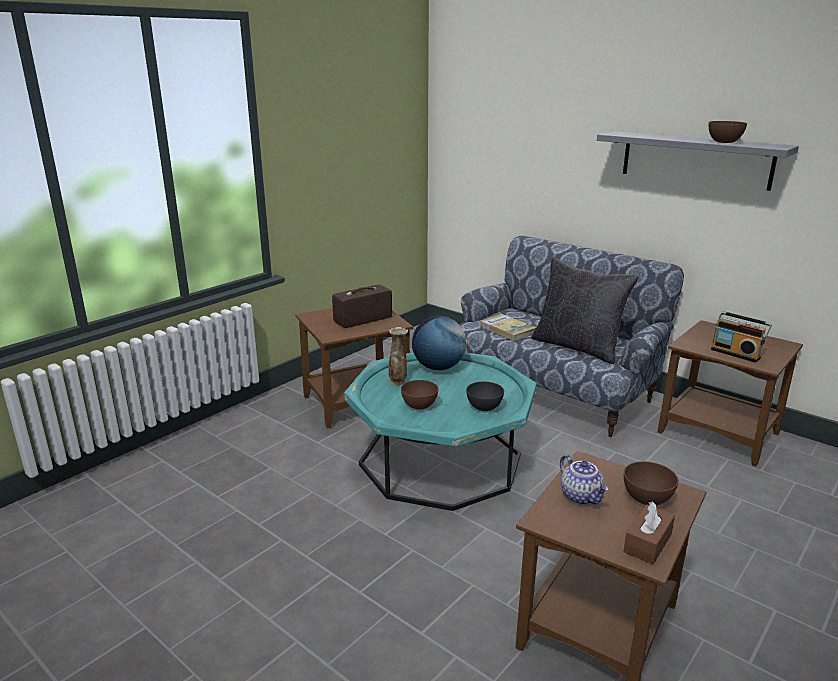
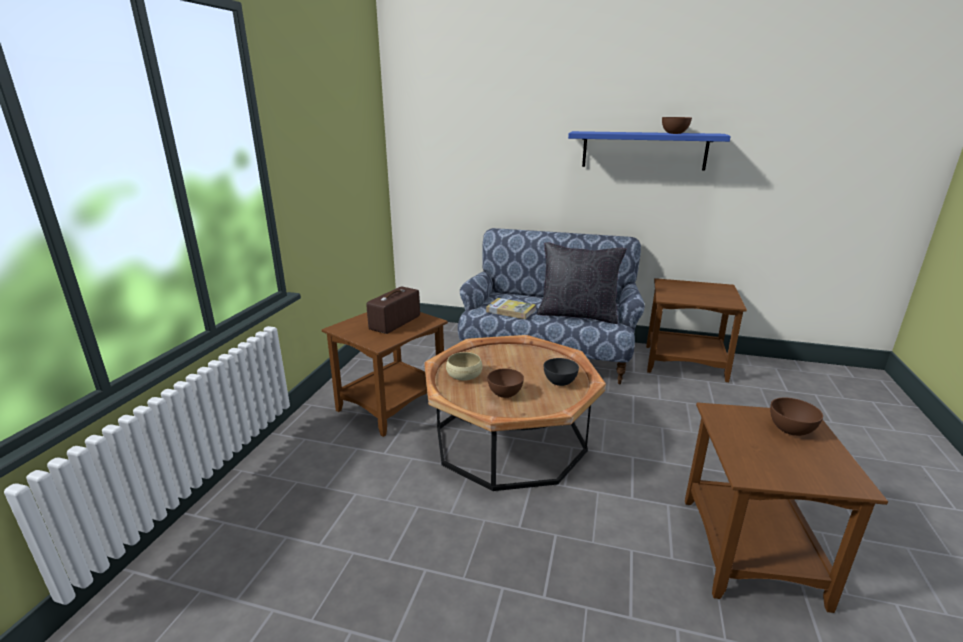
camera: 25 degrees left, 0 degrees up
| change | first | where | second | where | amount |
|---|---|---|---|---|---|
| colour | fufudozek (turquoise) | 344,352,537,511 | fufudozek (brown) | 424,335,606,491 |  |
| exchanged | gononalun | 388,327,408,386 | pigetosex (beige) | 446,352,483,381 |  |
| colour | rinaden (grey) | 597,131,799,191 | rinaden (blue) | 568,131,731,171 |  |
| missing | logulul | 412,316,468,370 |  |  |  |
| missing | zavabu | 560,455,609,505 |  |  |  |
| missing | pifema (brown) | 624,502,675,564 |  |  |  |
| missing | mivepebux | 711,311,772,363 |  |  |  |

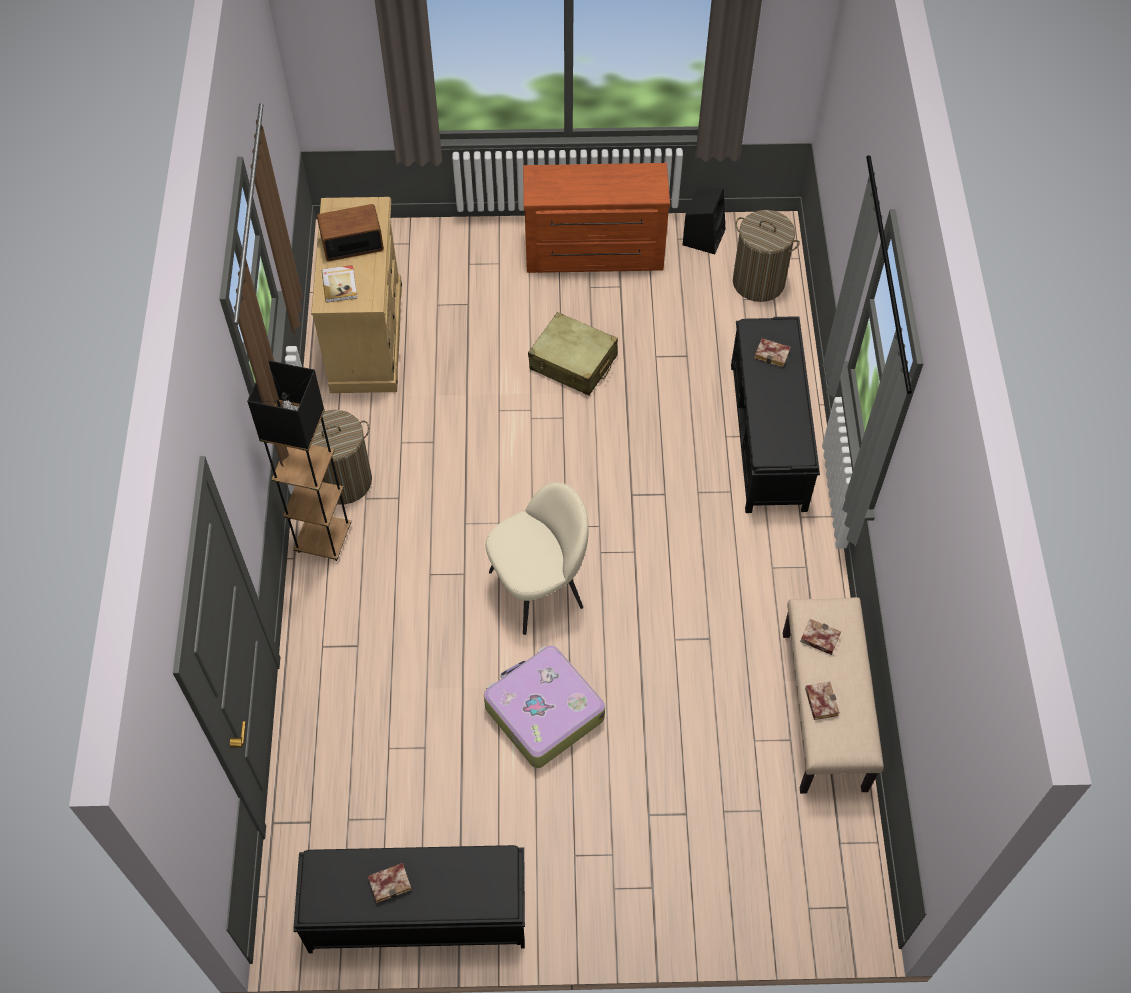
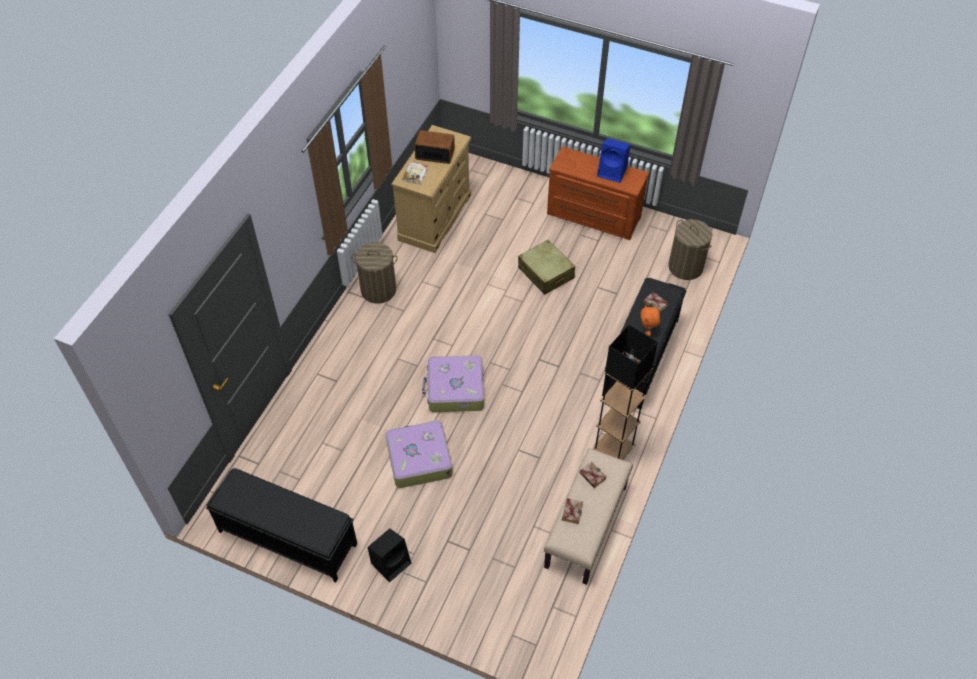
camera: 25 degrees right, 5 degrees down
| change | first | where | second | where | amount |
|---|---|---|---|---|---|
| relocated | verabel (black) | 682,188,725,254 |  | 368,529,411,582 |  |
| exchanged | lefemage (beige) | 486,482,588,635 | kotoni | 422,355,484,412 |  |
| relocated | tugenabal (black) | 247,360,351,561 |  | 593,325,658,460 |  |
| appeared |  |  | verabel (blue) | 597,138,631,183 |  |
| appeared |  |  | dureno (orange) | 641,305,660,336 |  |
| missing | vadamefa | 368,863,412,903 |  |  |  |

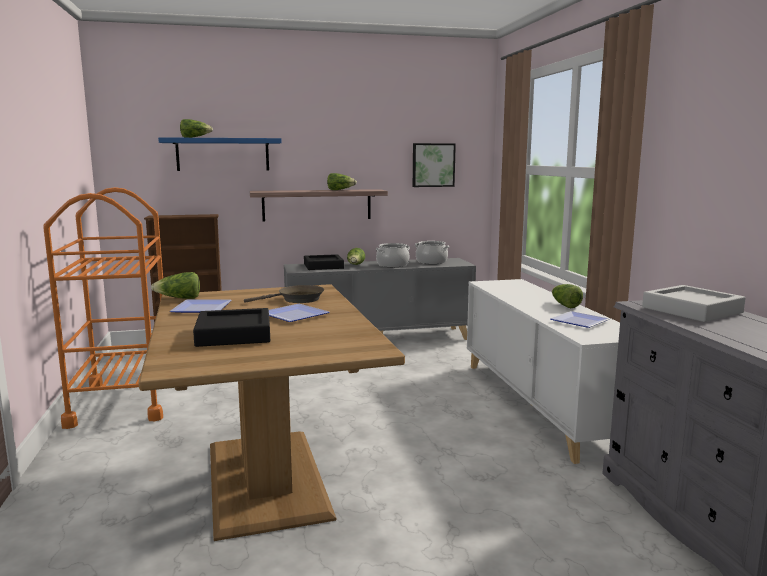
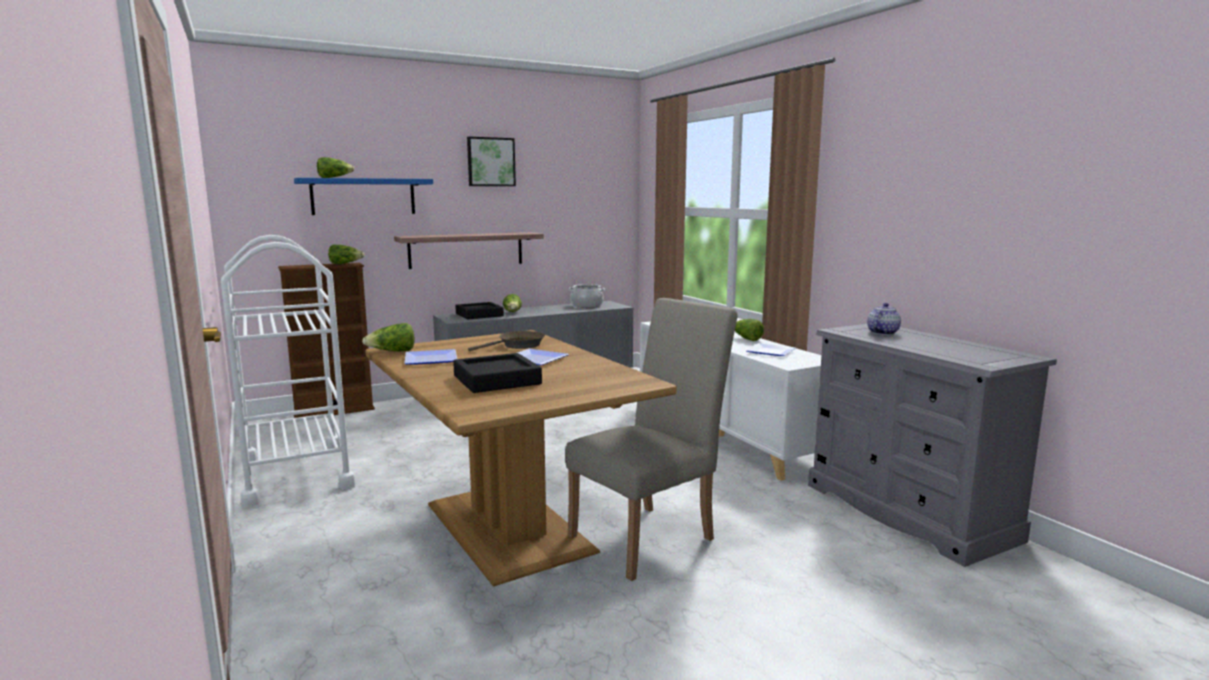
camera: 15 degrees left, 0 degrees up
| change | first | where | second | where | amount |
|---|---|---|---|---|---|
| colour | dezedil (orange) | 43,187,163,429 | dezedil (white) | 221,235,356,508 |  |
| relocated | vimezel | 327,173,357,190 |  | 328,245,365,264 |  |
| relocated | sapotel | 413,143,456,187 |  | 467,137,516,186 |  |
| appeared |  |  | lefemage (beige) | 565,298,738,581 |  |
| exchanged | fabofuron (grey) | 642,285,746,322 | zavabu | 867,303,901,335 |  |
| missing | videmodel | 375,243,410,267 |  |  |  |

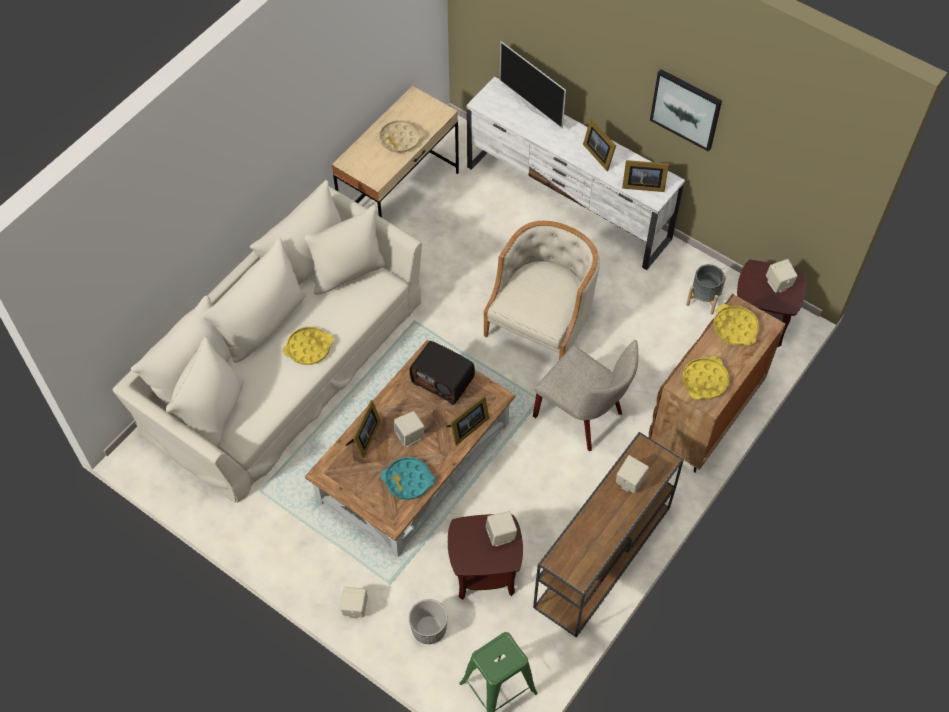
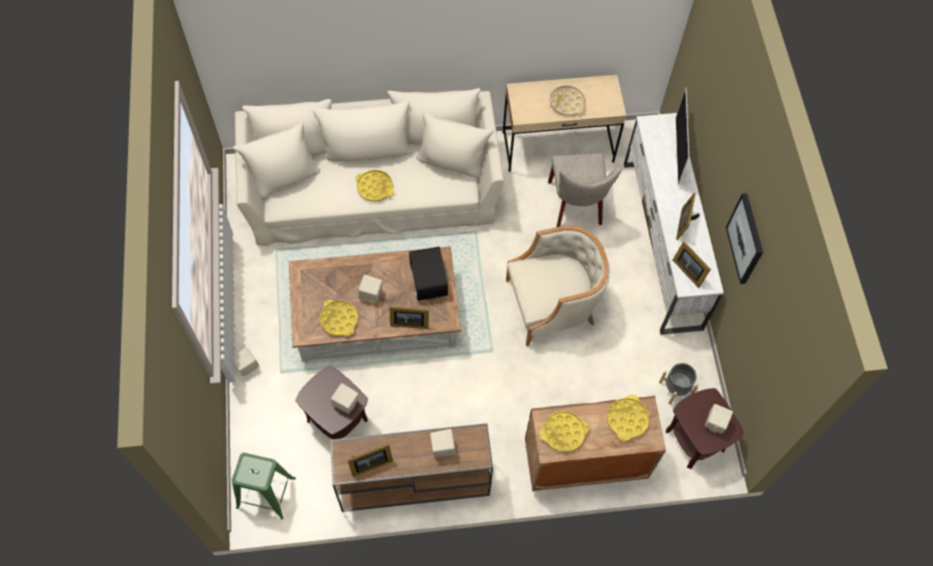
camera: 45 degrees right, 5 degrees up
| change | first | where | second | where | amount |
|---|---|---|---|---|---|
| colour | fabofuron (turquoise) | 381,457,435,500 | fabofuron (yellow) | 320,299,358,336 |  |
| relocated | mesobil | 346,400,381,458 |  | 347,443,393,477 |  |
| relocated | lefemage (beige) | 533,340,638,451 |  | 548,153,622,227 |  |
| missing | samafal | 409,599,448,644 |  |  |  |

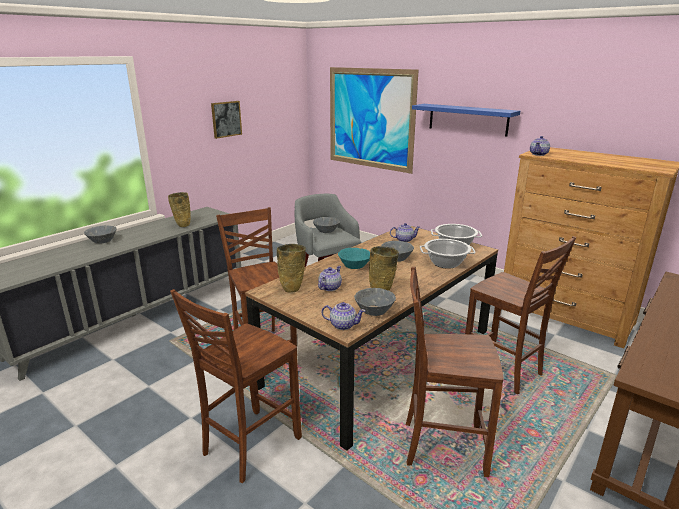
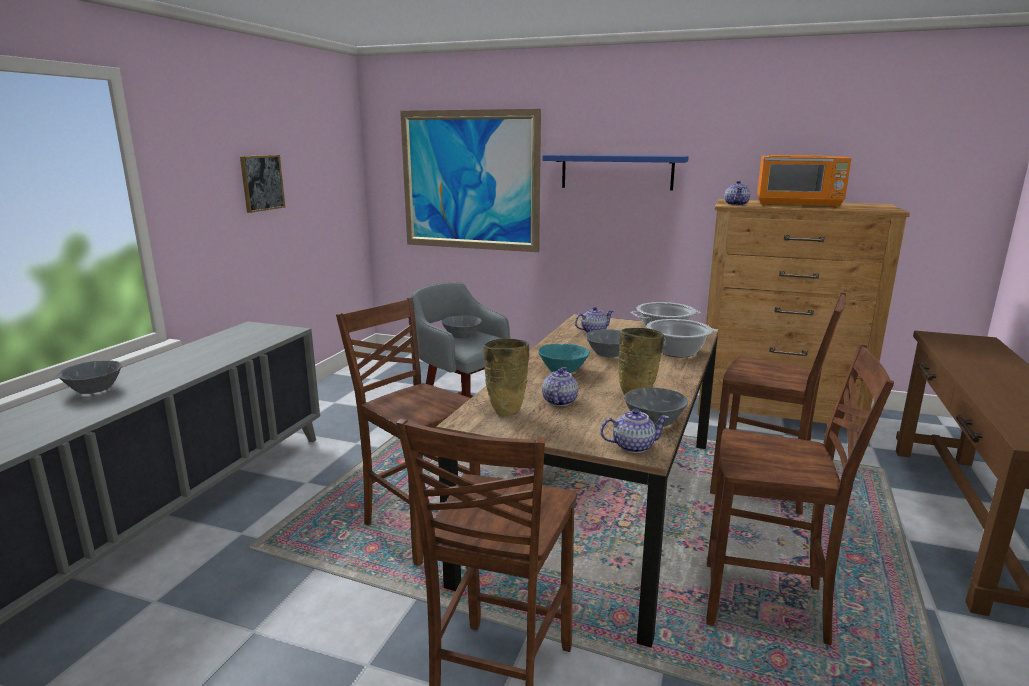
camera: 20 degrees left, 5 degrees down
| change | first | where | second | where | amount |
|---|---|---|---|---|---|
| spun | lefemage (brown) | 406,267,504,477 |  | 706,343,894,645 | 150 degrees counterclockwise |
| appeared |  |  | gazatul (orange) | 757,155,851,208 |  |
| missing | gononalun (beige) | 168,192,191,227 |  |  |  |

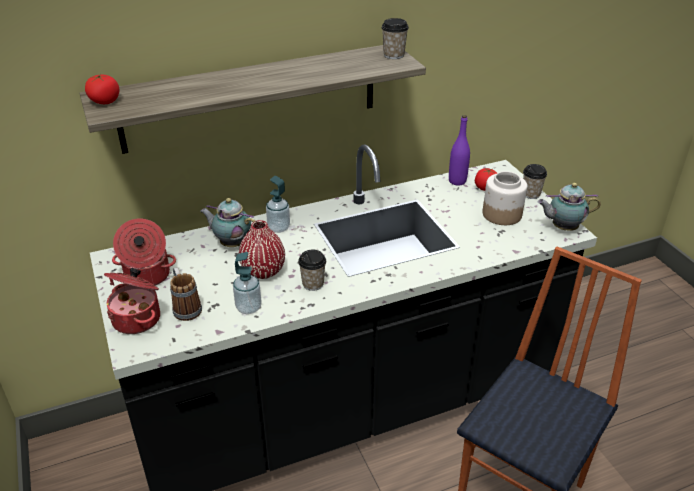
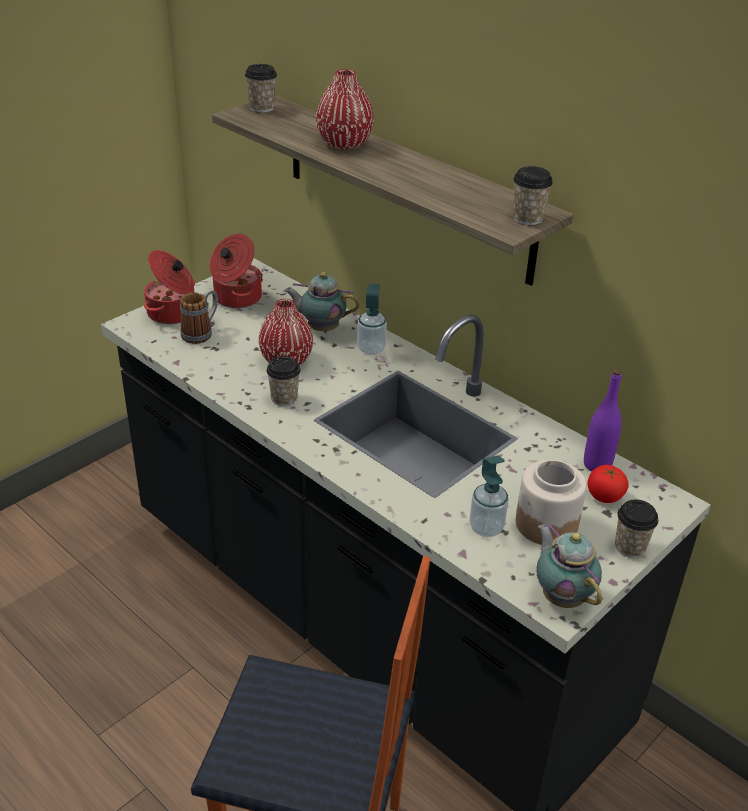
camera: 65 degrees right, 0 degrees up
| change | first | where | second | where | amount |
|---|---|---|---|---|---|
| exchanged | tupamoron | 85,74,119,104 | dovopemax | 245,64,277,113 |  |
| spun | zavabu | 200,198,255,247 |  | 285,272,360,331 | 75 degrees counterclockwise |
| appeared |  |  | gononalun (red) | 316,69,374,150 |  |
| relocated | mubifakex | 233,252,262,314 |  | 469,455,509,537 |  |

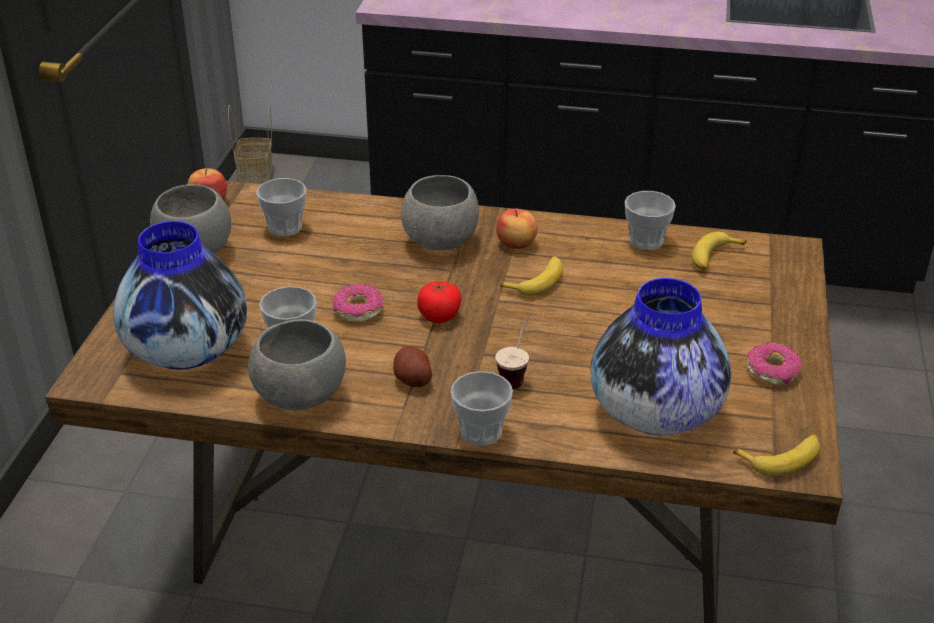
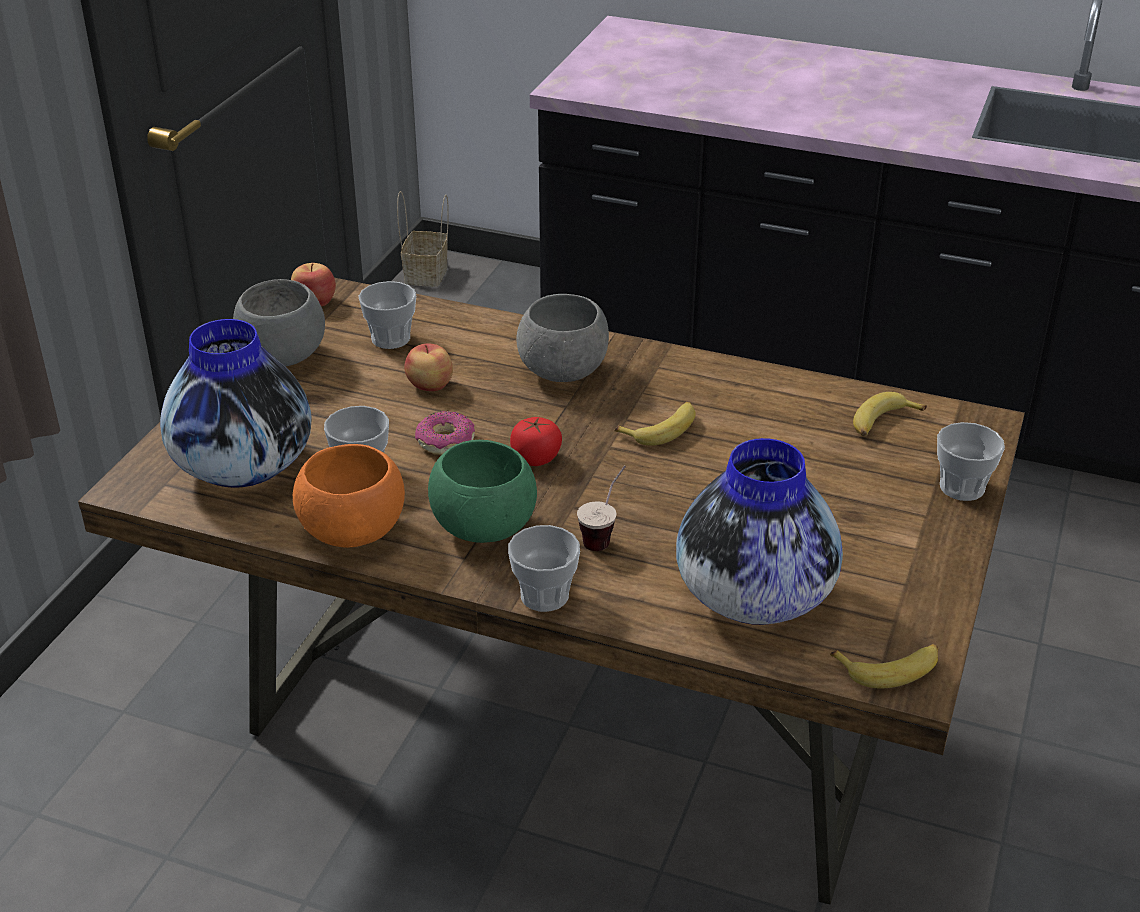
camera: 10 degrees right, 0 degrees up
| change | first | where | second | where | amount |
|---|---|---|---|---|---|
| colour | pigetosex (grey) | 248,319,346,410 | pigetosex (orange) | 293,444,405,548 |  |
| relocated | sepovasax | 496,209,538,249 |  | 404,343,453,391 |  |
| exchanged | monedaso | 393,346,432,387 | pigetosex (green) | 428,440,537,543 |  |
| relocated | dovopemax | 625,191,676,250 |  | 937,422,1005,501 |  |
| missing | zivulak | 747,342,802,386 |  |  |  |

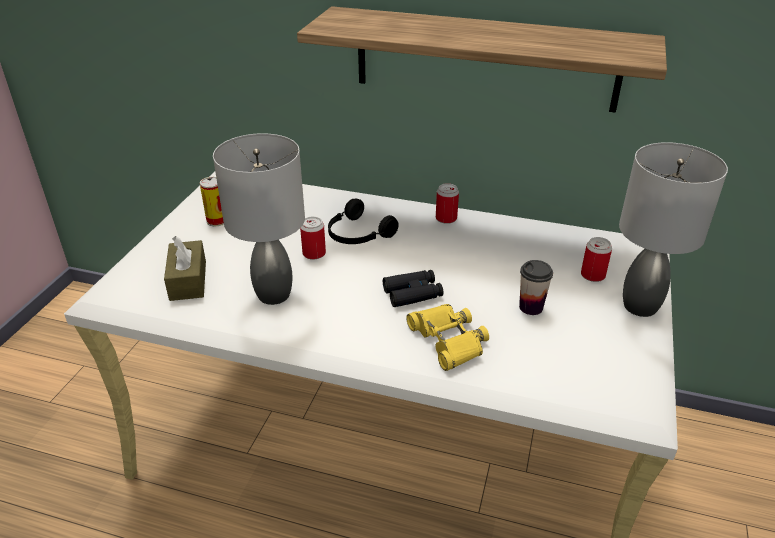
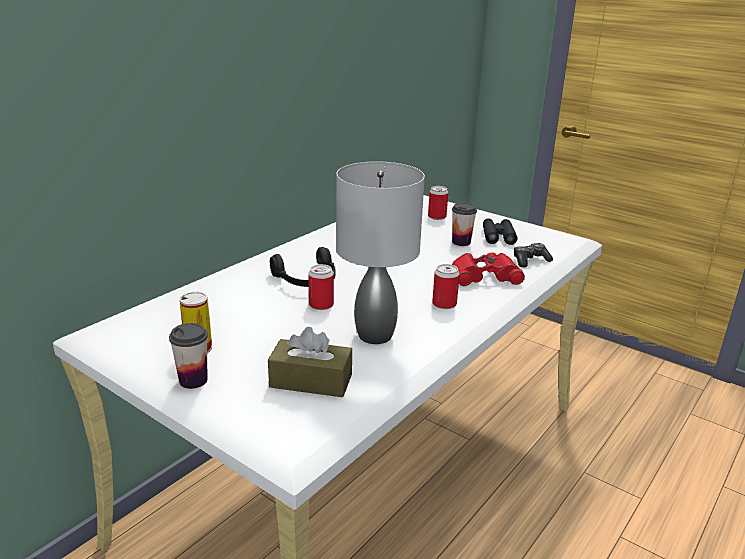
camera: 70 degrees left, 10 degrees down
| change | first | where | second | where | amount |
|---|---|---|---|---|---|
| appeared |  |  | dovopemax | 169,323,208,389 |  |
| relocated | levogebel | 436,183,459,224 |  | 432,264,460,309 |  |
| colour | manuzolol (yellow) | 406,304,489,371 | manuzolol (red) | 452,252,525,286 |  |
| relocated | manuzolol (black) | 383,270,443,307 |  | 483,218,517,245 |  |
| appeared |  |  | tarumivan | 514,243,553,268 |  |
| missing | rinaden | 297,6,667,113 |  |  |  |
| missing | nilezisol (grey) | 619,142,728,317 |  |  |  |

